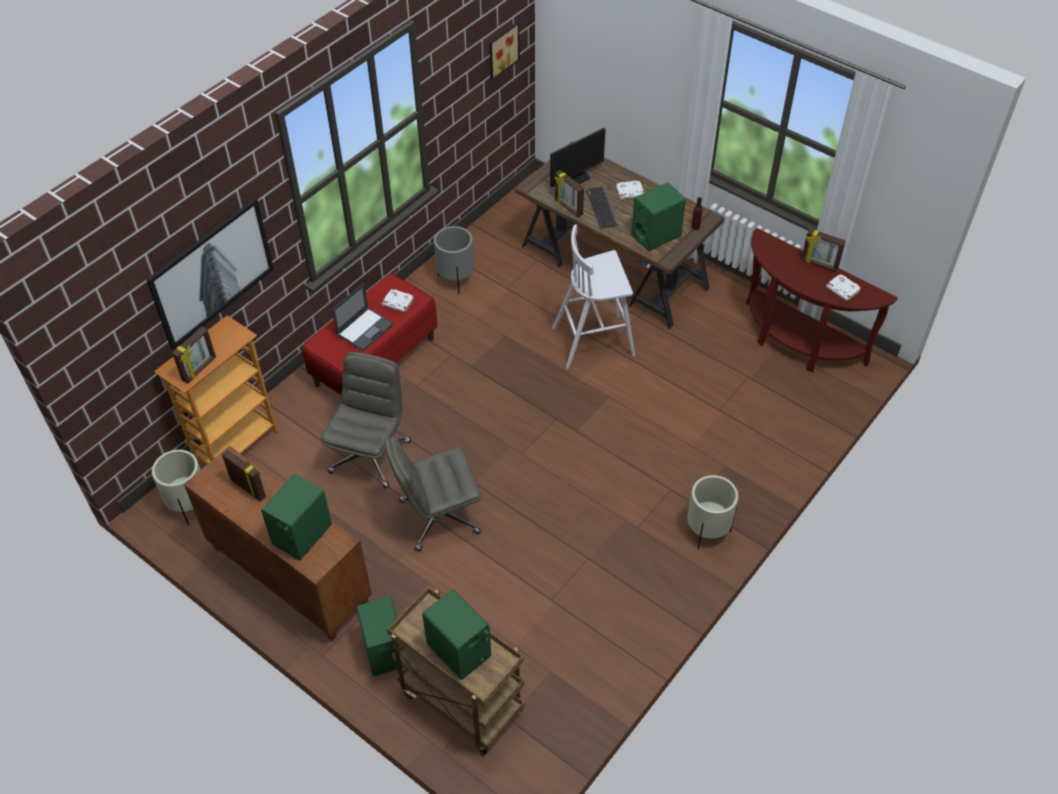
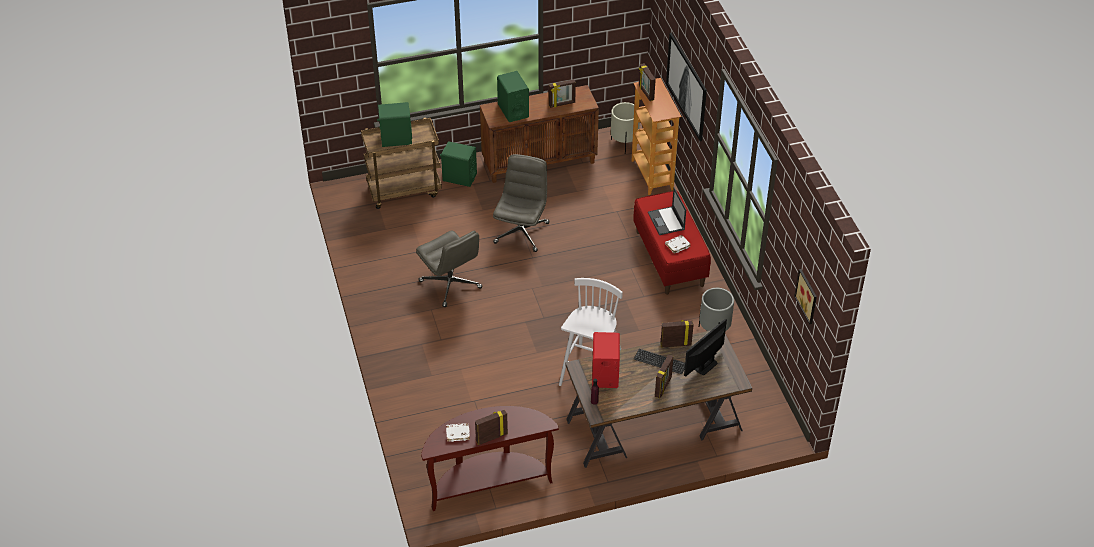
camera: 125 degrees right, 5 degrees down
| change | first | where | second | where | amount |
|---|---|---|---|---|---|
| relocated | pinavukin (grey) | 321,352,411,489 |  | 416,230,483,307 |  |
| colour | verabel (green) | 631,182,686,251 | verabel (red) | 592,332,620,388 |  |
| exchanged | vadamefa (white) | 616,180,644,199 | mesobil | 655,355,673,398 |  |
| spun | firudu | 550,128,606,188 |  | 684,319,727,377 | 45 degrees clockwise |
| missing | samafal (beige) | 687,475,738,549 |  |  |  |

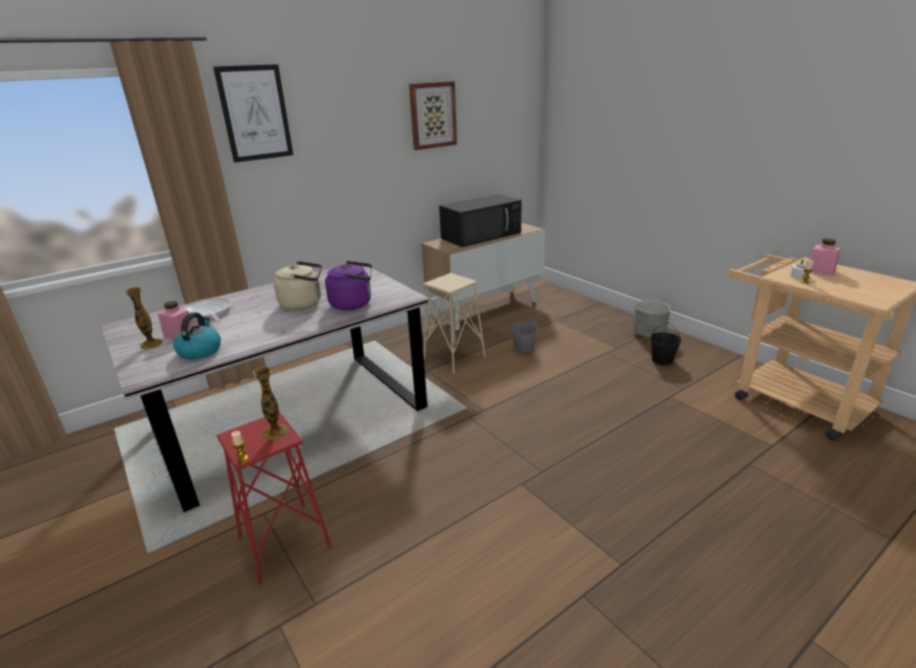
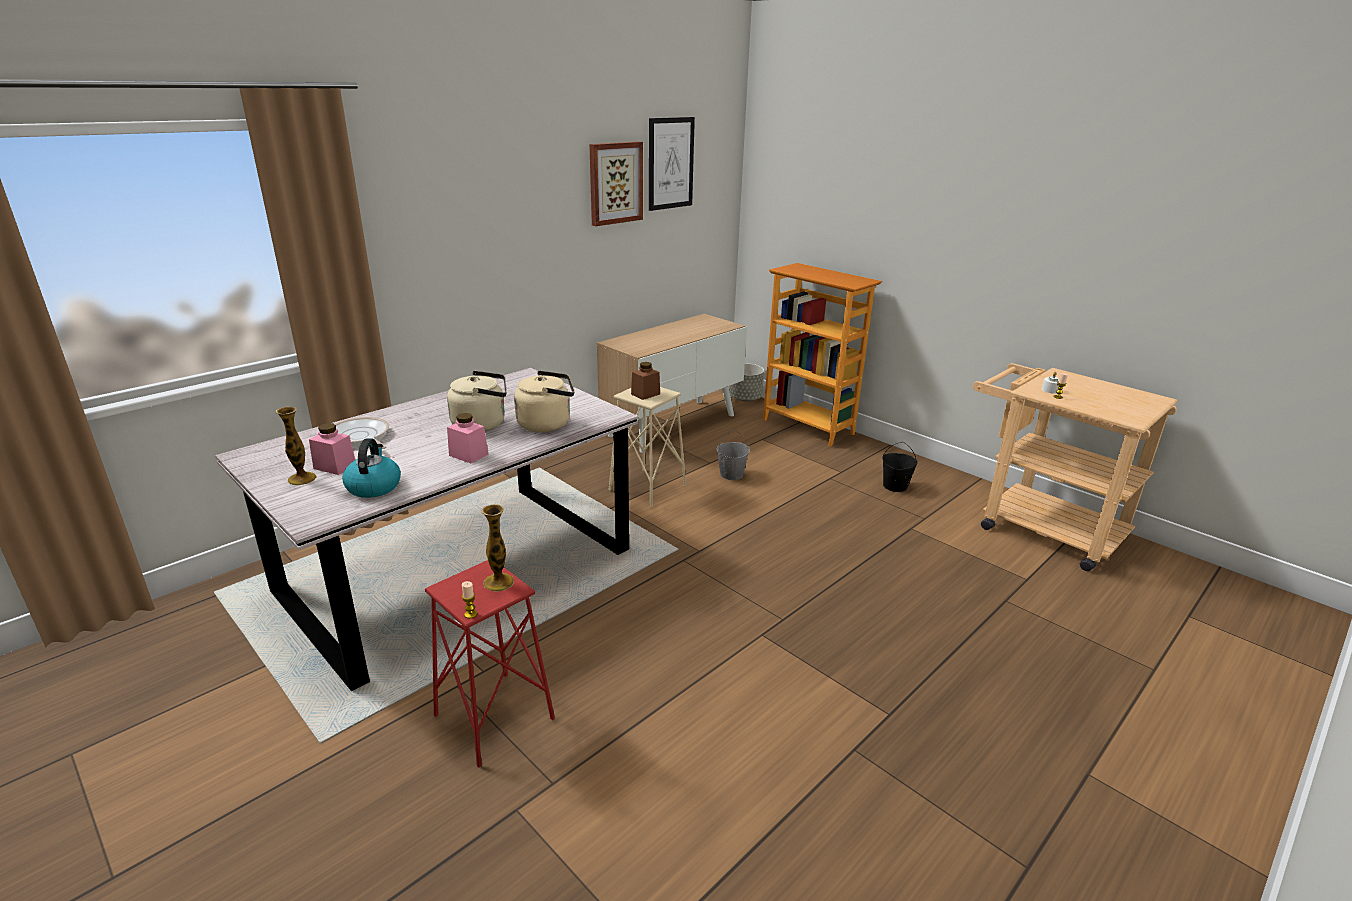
camera: 10 degrees left, 0 degrees up
| change | first | where | second | where | amount |
|---|---|---|---|---|---|
| relocated | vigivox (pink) | 810,239,841,276 |  | 447,413,488,463 |  |
| colour | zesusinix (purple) | 325,261,372,310 | zesusinix (beige) | 514,371,575,432 |  |
| appeared |  |  | vigivox (brown) | 631,362,660,400 |  |
| relocated | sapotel | 213,64,293,163 |  | 649,117,695,211 |  |
| relocated | samafal (grey) | 633,300,670,338 |  | 729,363,764,401 |  |
| appeared |  |  | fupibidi | 763,263,882,447 |  |
| missing | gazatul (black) | 439,194,522,247 |  |  |  |

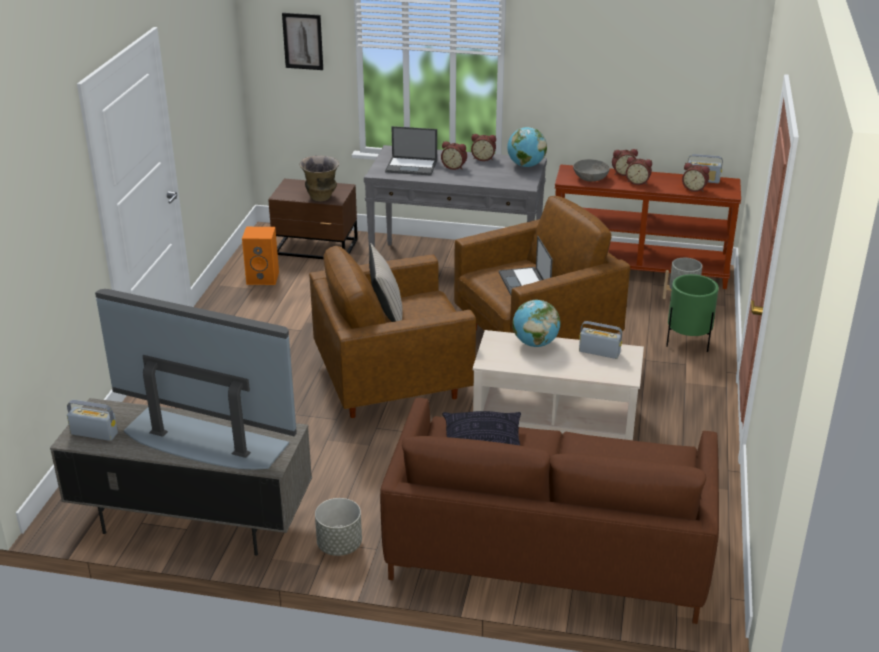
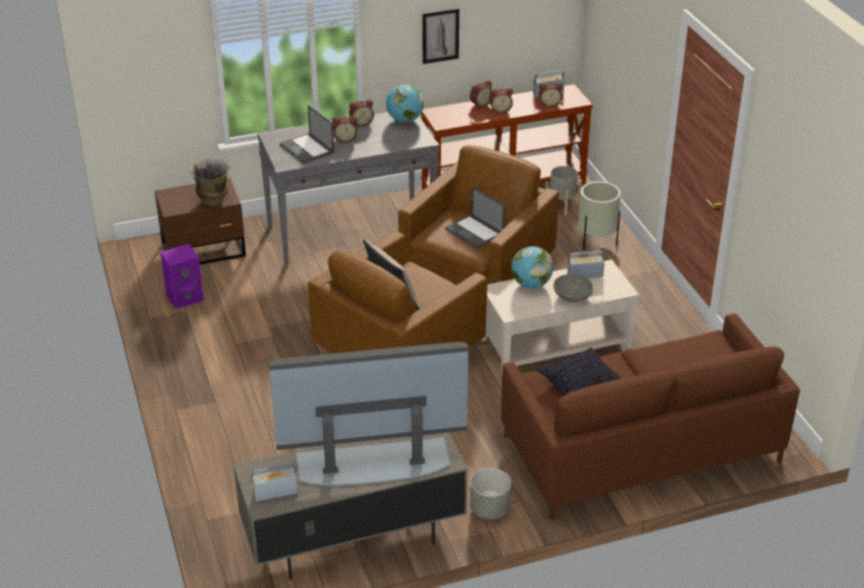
camera: 30 degrees left, 5 degrees up
| change | first | where | second | where | amount |
|---|---|---|---|---|---|
| colour | verabel (orange) | 242,227,279,285 | verabel (purple) | 160,244,204,309 |  |
| spun | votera | 385,126,437,176 |  | 280,105,334,164 | 75 degrees clockwise |
| relocated | sapotel | 282,13,323,70 |  | 422,8,459,64 |  |
| relocated | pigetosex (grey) | 573,159,610,182 |  | 553,274,593,303 |  |
| colour | samafal (green) | 666,274,719,352 | samafal (beige) | 578,181,621,250 |  |

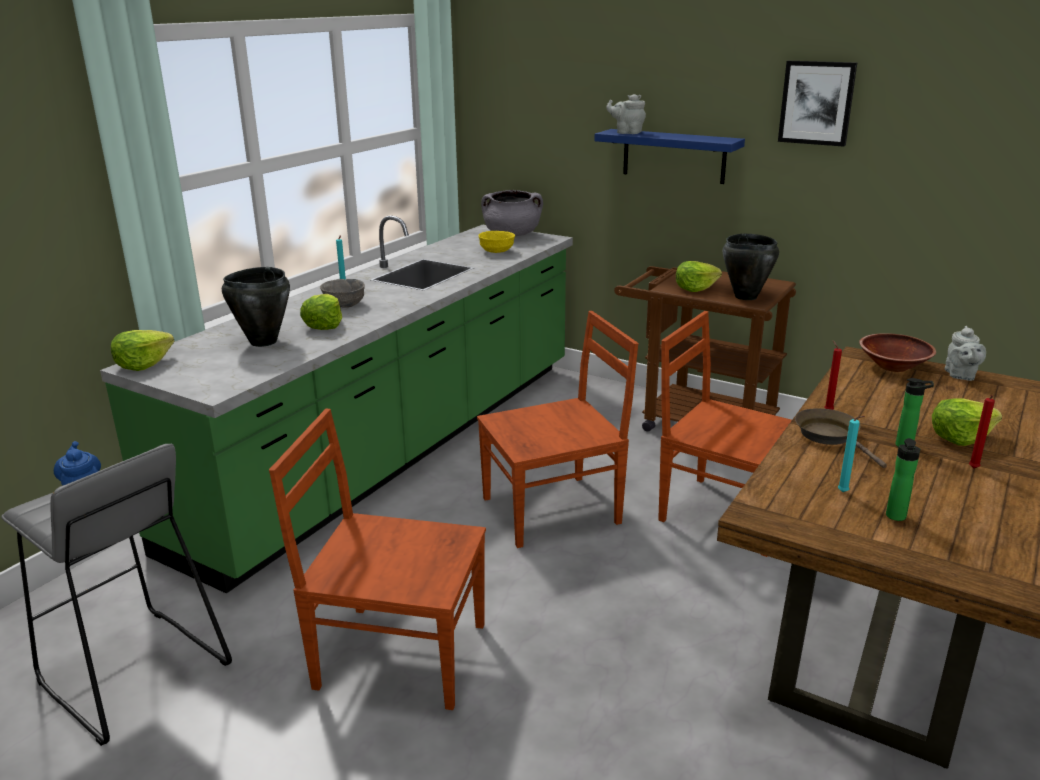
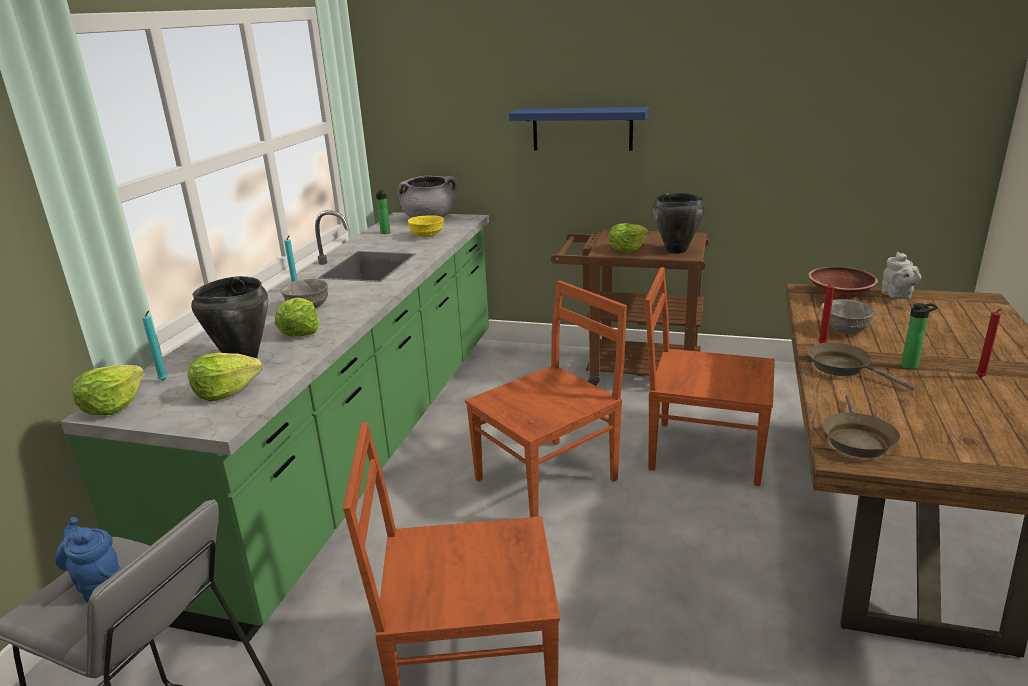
camera: 15 degrees left, 0 degrees up
| change | first | where | second | where | amount |
|---|---|---|---|---|---|
| relocated | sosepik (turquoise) | 838,416,865,492 |  | 142,311,168,381 |  |
| relocated | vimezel | 932,398,1002,446 |  | 188,353,263,402 |  |
| relocated | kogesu | 886,438,920,521 |  | 376,190,390,234 |  |
| appeared |  |  | pigetosex (grey) | 821,299,875,334 |  |
| appeared |  |  | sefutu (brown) | 822,395,900,458 |  |
| missing | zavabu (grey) | 606,94,646,134 |  |  |  |
| missing | sapotel | 778,61,857,147 |  |  |  |

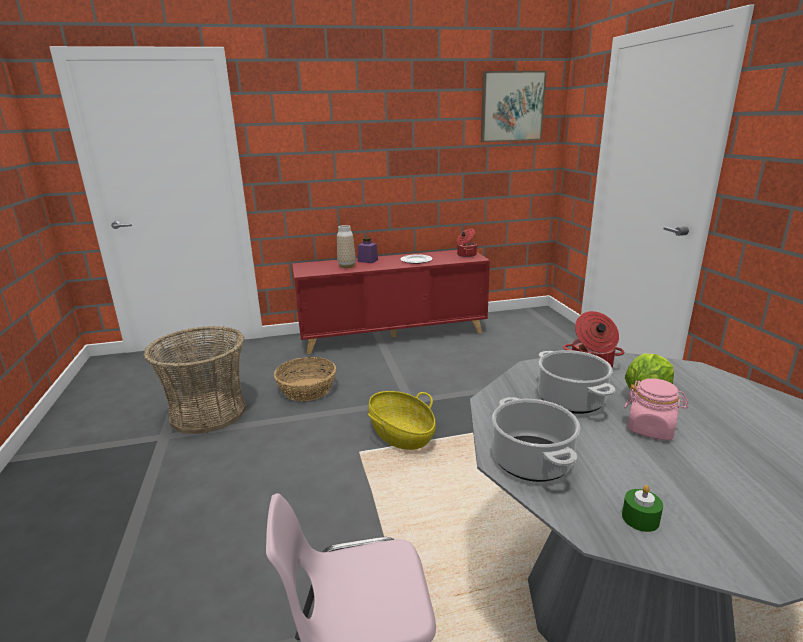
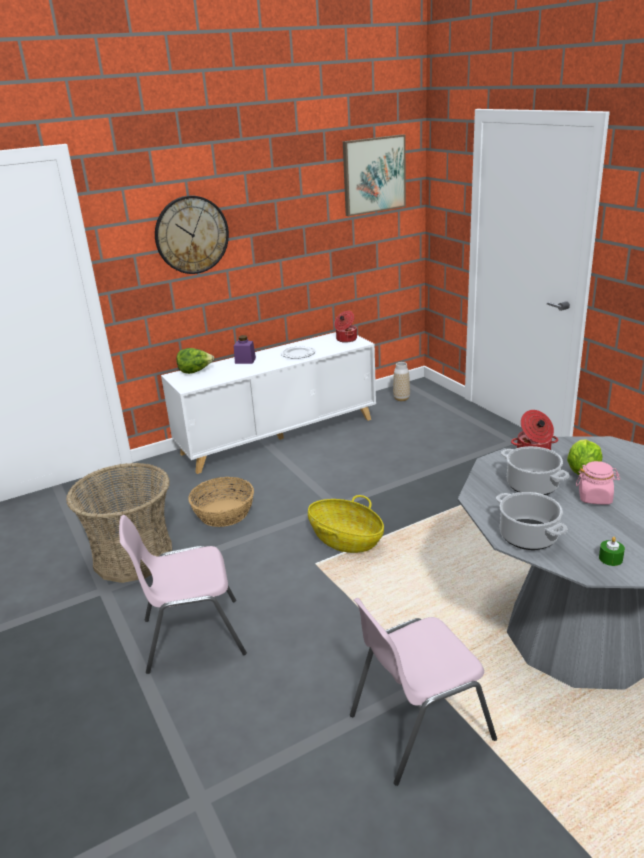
camera: 15 degrees left, 5 degrees up
| change | first | where | second | where | amount |
|---|---|---|---|---|---|
| appeared |  |  | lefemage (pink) | 119,515,247,674 |  |
| appeared |  |  | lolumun | 155,195,229,274 |  |
| colour | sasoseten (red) | 292,250,490,354 | sasoseten (white) | 161,332,376,474 |  |
| appeared |  |  | vimezel | 177,348,214,374 |  |
| relocated | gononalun | 337,225,356,268 |  | 393,362,410,401 |  |

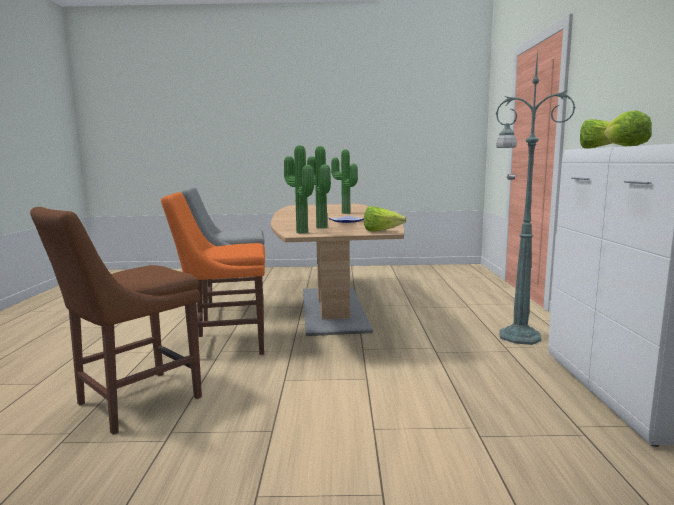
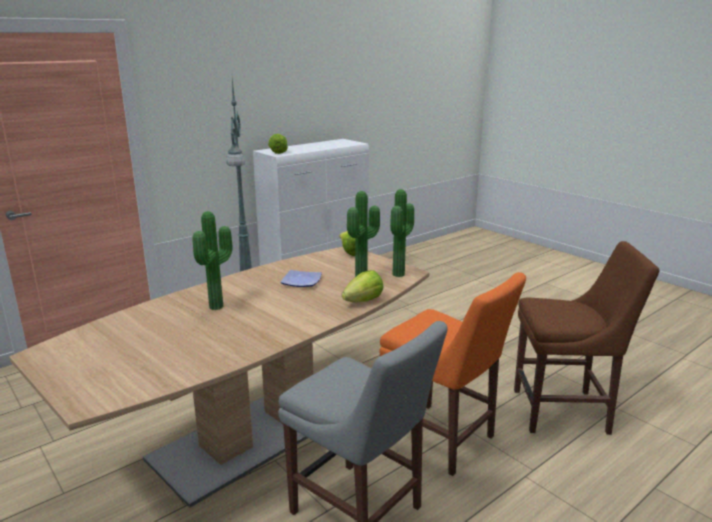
camera: 130 degrees left, 10 degrees up
| change | first | where | second | where | amount |
|---|---|---|---|---|---|
| relocated | vimezel | 604,110,652,146 |  | 342,270,384,303 |  |

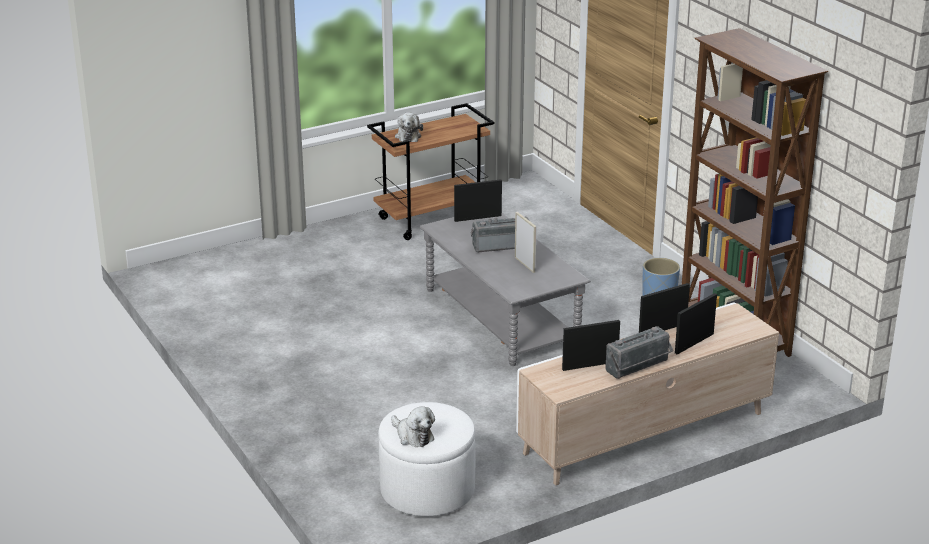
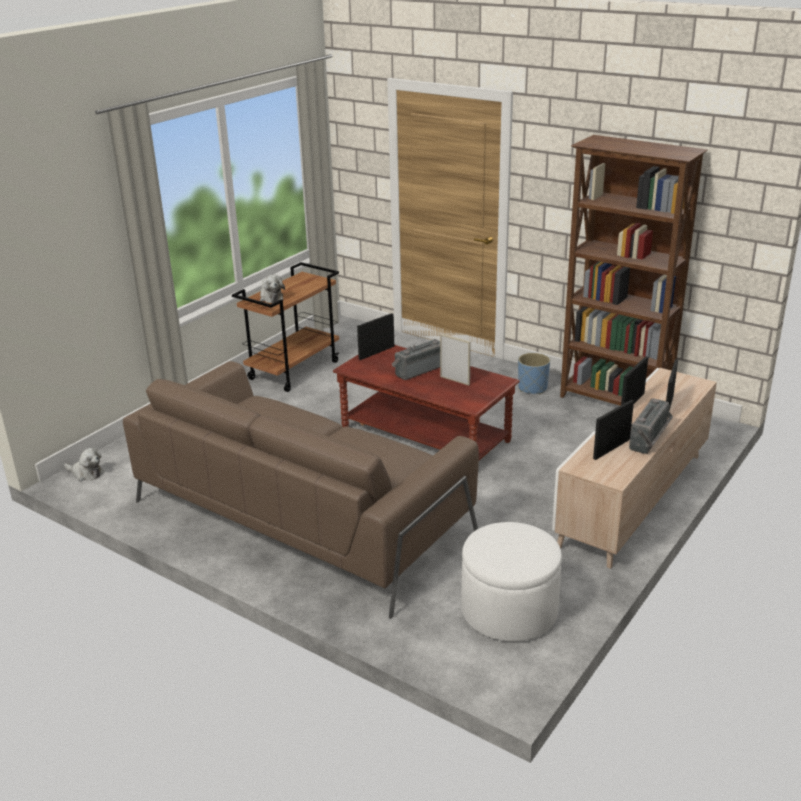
camera: 25 degrees left, 0 degrees up
| change | first | where | second | where | amount |
|---|---|---|---|---|---|
| relocated | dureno | 391,406,435,447 |  | 64,448,104,481 |  |
| appeared |  |  | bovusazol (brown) | 123,361,479,619 |  |
| colour | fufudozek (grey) | 420,213,591,366 | fufudozek (brown) | 333,345,520,460 |  |

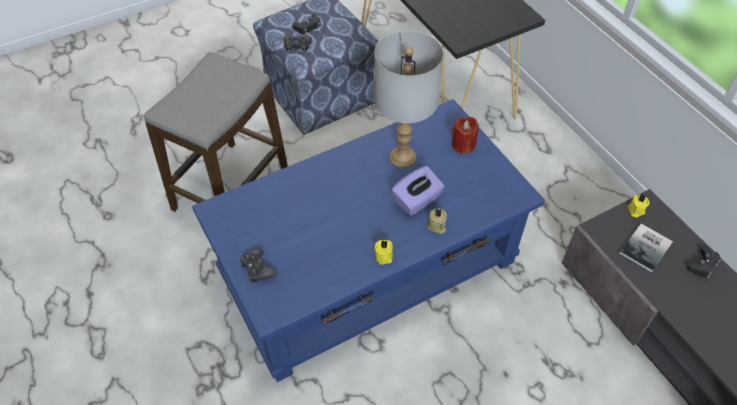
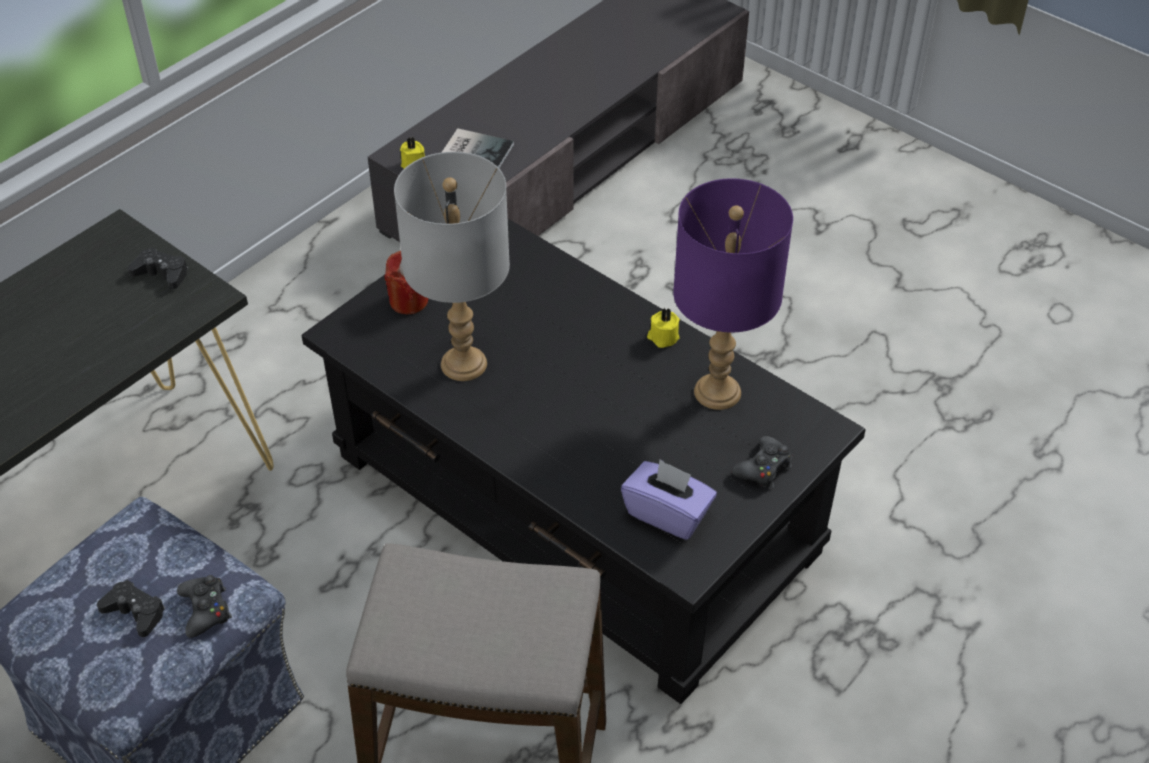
camera: 110 degrees left, 5 degrees down
| change | first | where | second | where | amount |
|---|---|---|---|---|---|
| relocated | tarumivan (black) | 687,246,721,279 |  | 127,247,188,289 |  |
| colour | fufudozek (blue) | 192,99,545,382 | fufudozek (black) | 301,219,866,704 |  |
| relocated | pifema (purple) | 391,166,445,216 |  | 621,459,717,540 |  |
| appeared |  |  | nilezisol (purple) | 673,178,793,410 |  |
| missing | sosepik (beige) | 427,208,447,234 |  |  |  |

